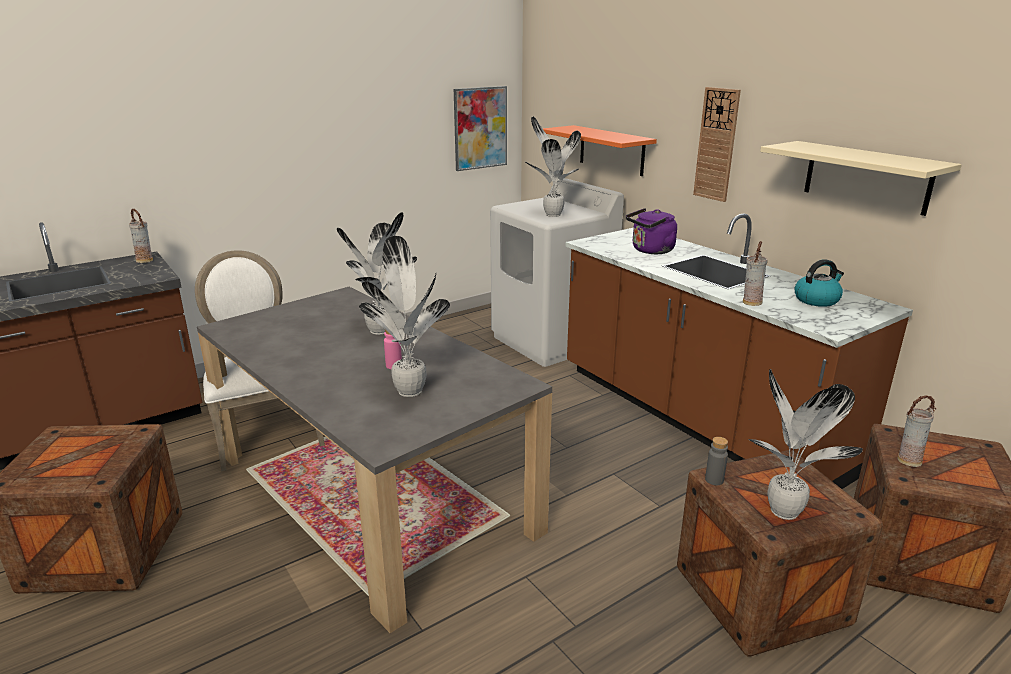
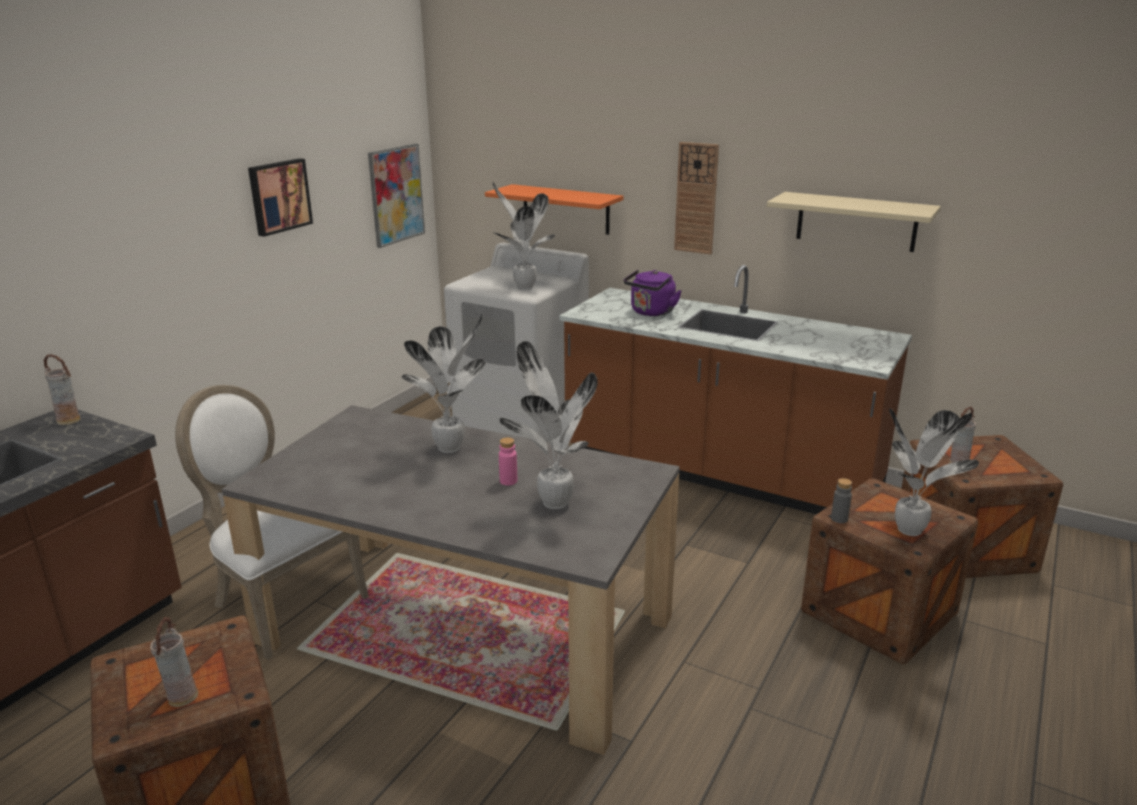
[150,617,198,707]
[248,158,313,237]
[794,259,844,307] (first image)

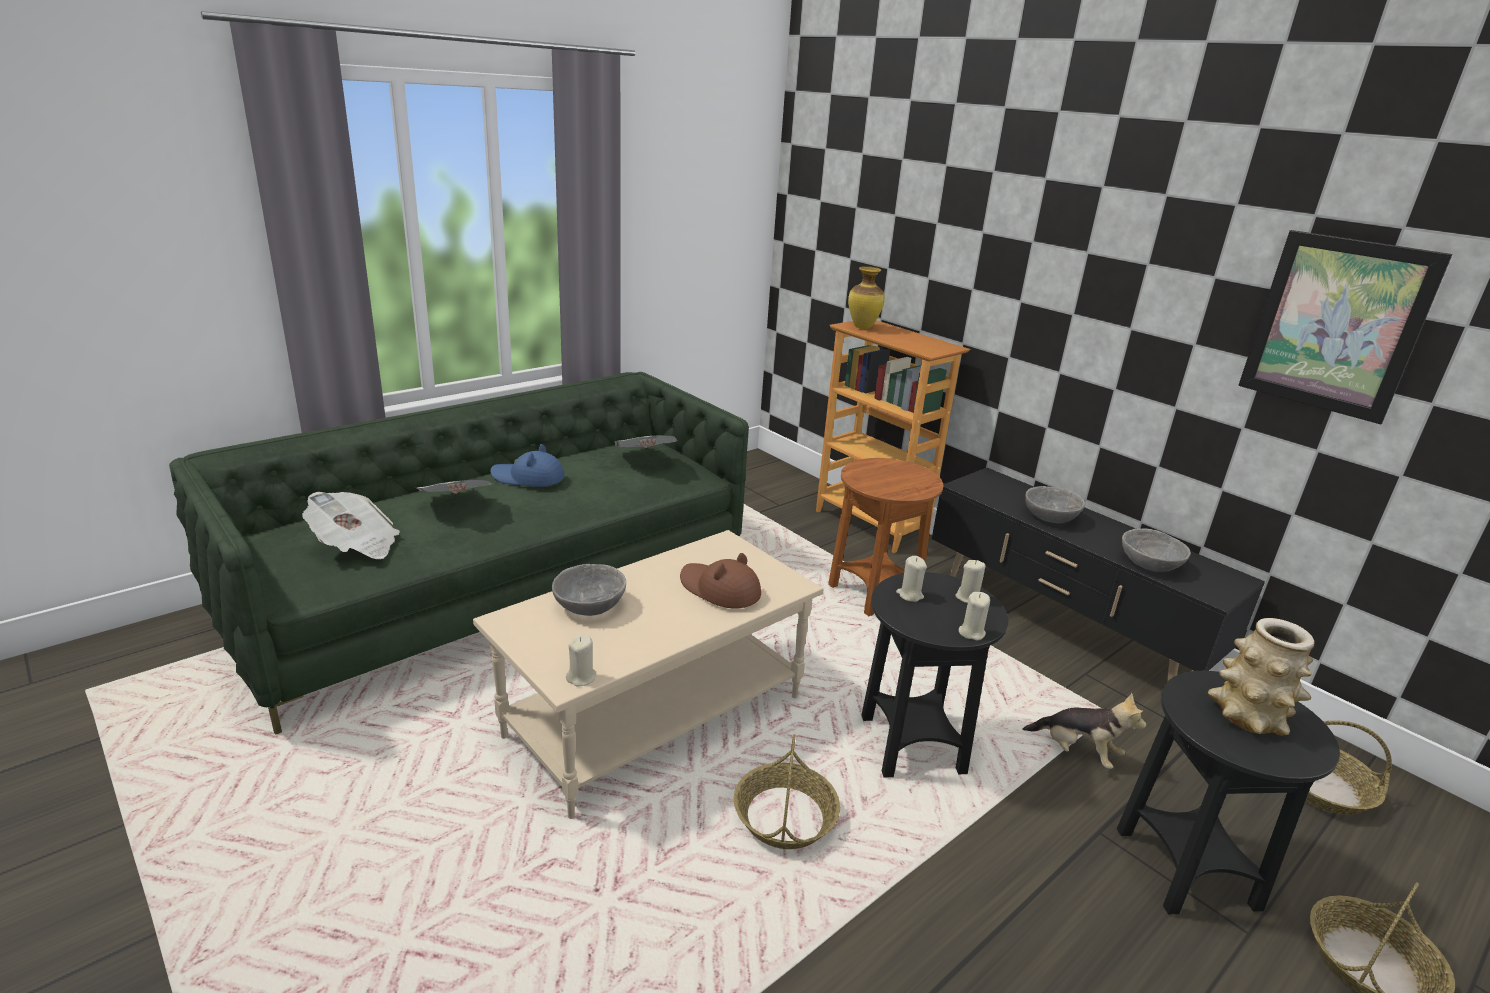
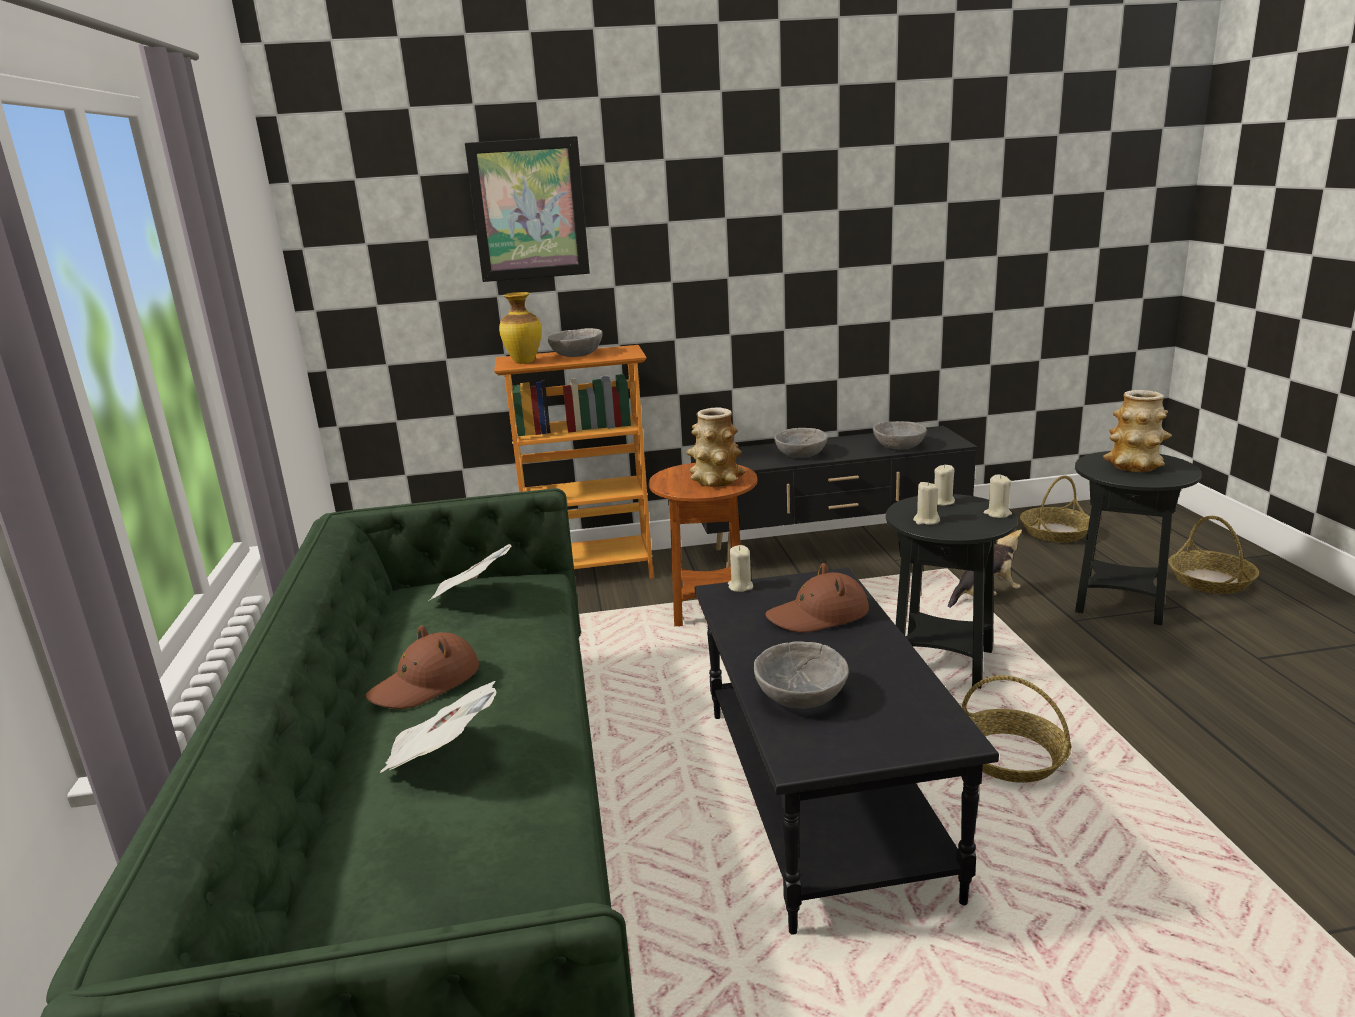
[366,625,479,709]
[465,136,590,282]
[547,328,603,357]
[686,407,745,487]
[695,567,999,935]
[728,545,753,592]
[302,492,400,559] (first image)

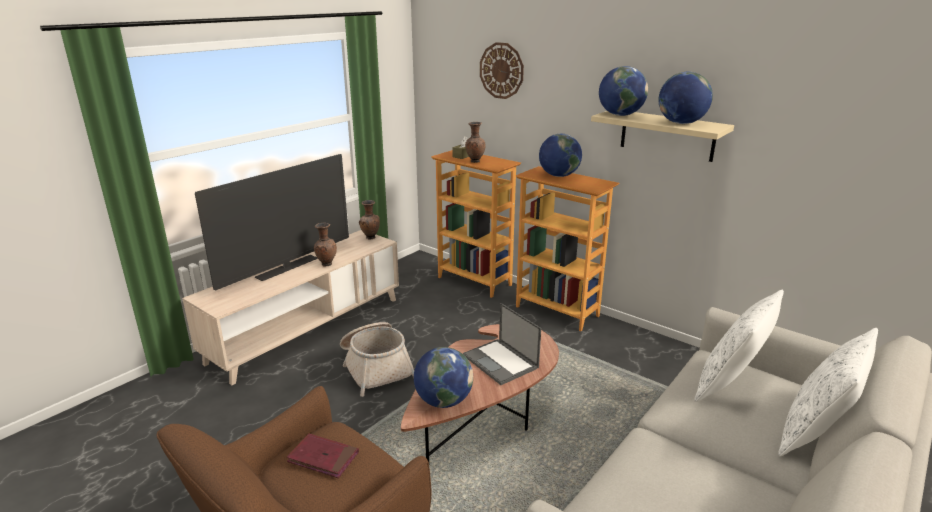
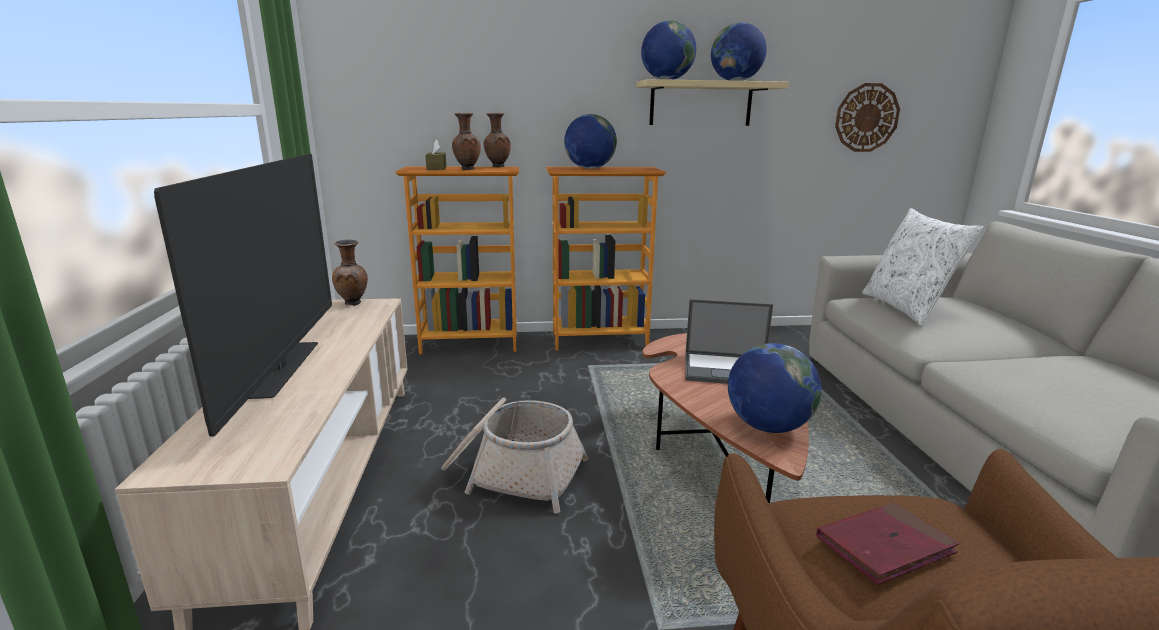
[484,113,511,168]
[835,83,900,152]
[778,328,878,456] (first image)

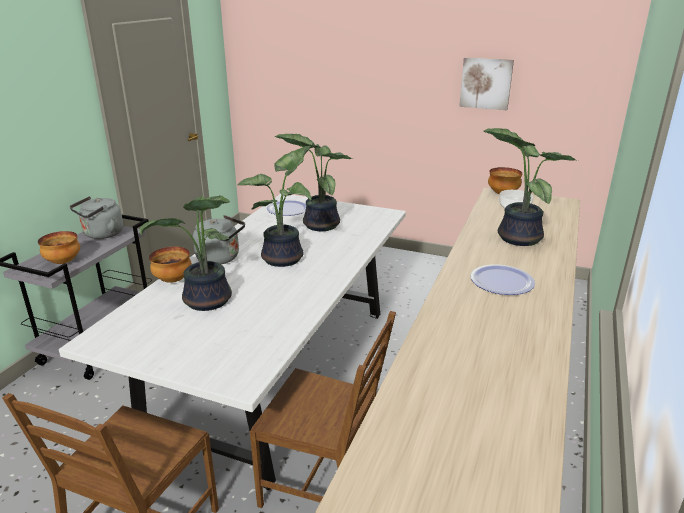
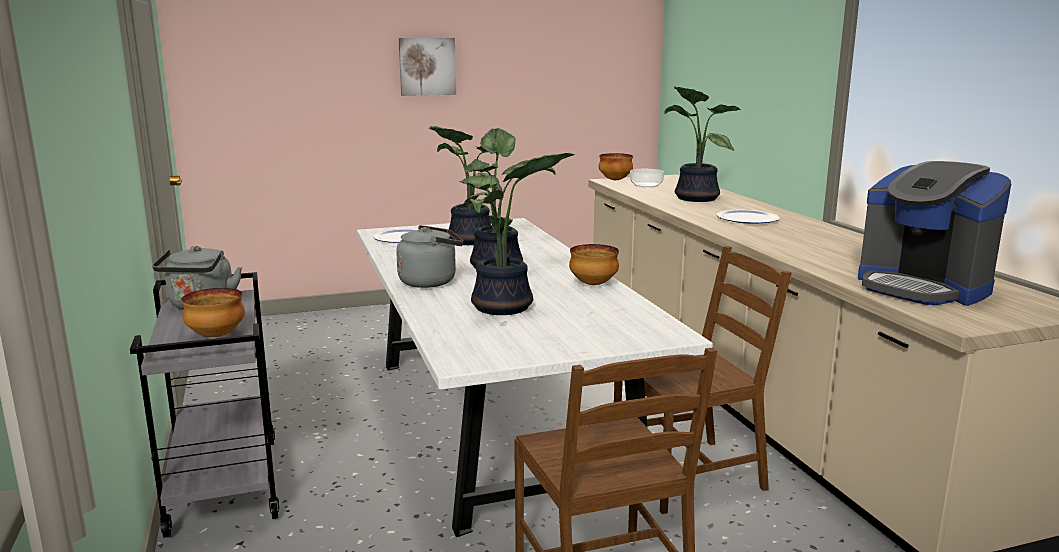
[399,38,456,96]
[569,244,619,285]
[858,161,1011,306]

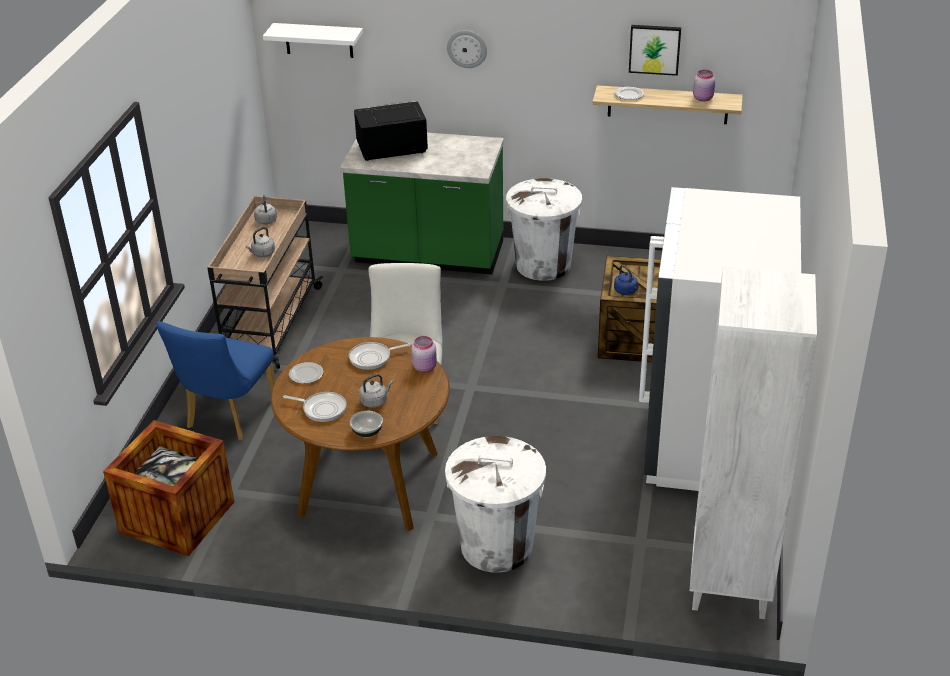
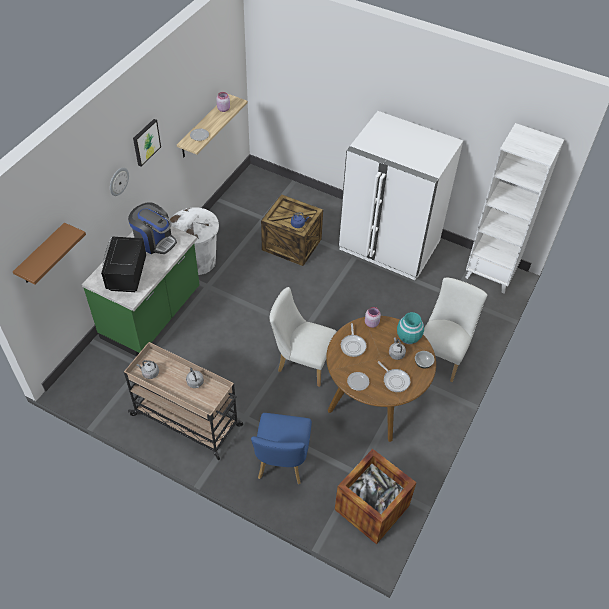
[13,223,86,284]
[128,202,177,254]
[133,119,161,166]
[251,413,312,484]
[378,361,410,392]
[397,312,424,344]
[423,278,487,382]

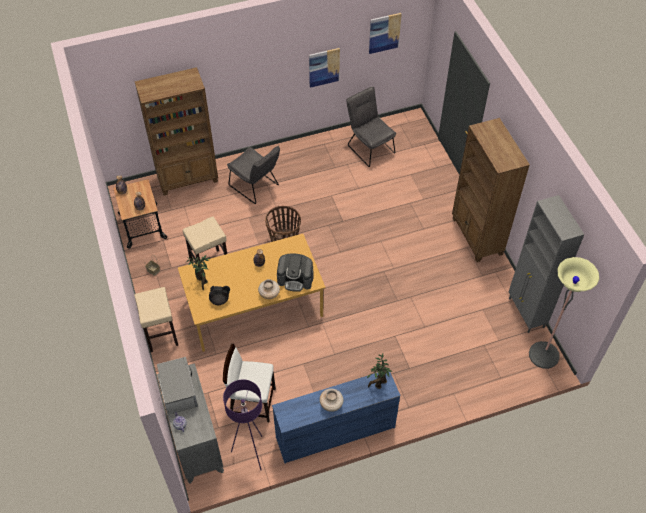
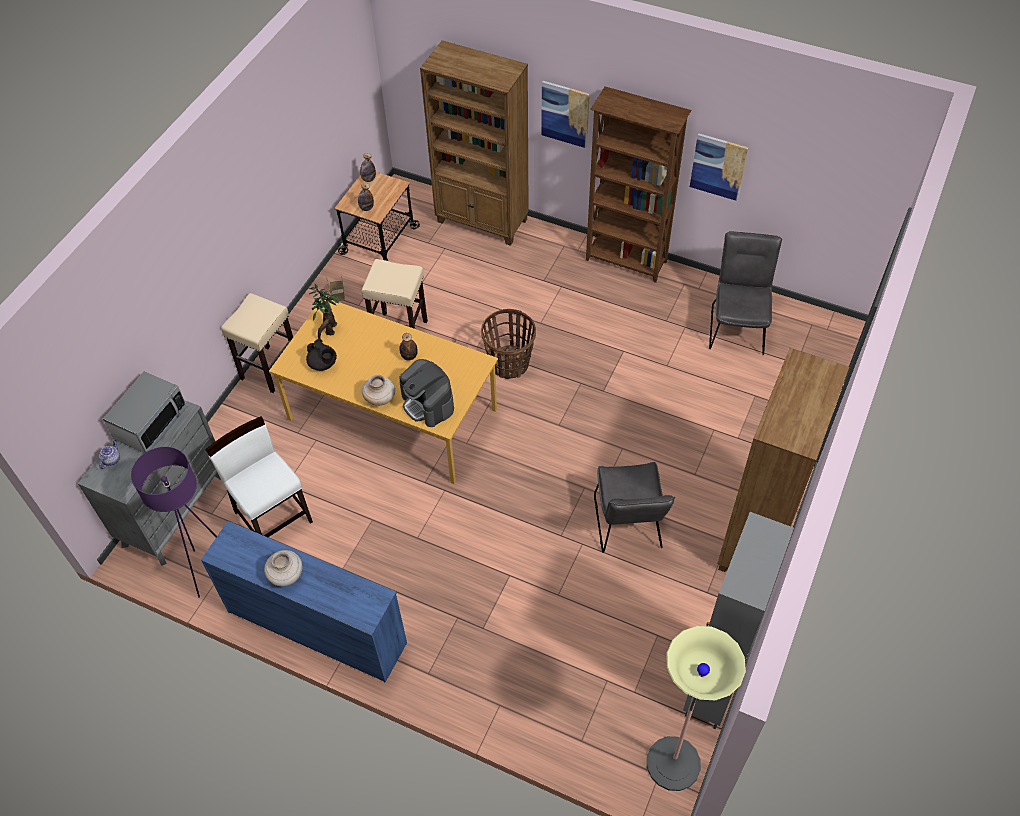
[541,81,590,148]
[586,87,691,283]
[594,462,675,553]
[367,354,392,389] (first image)

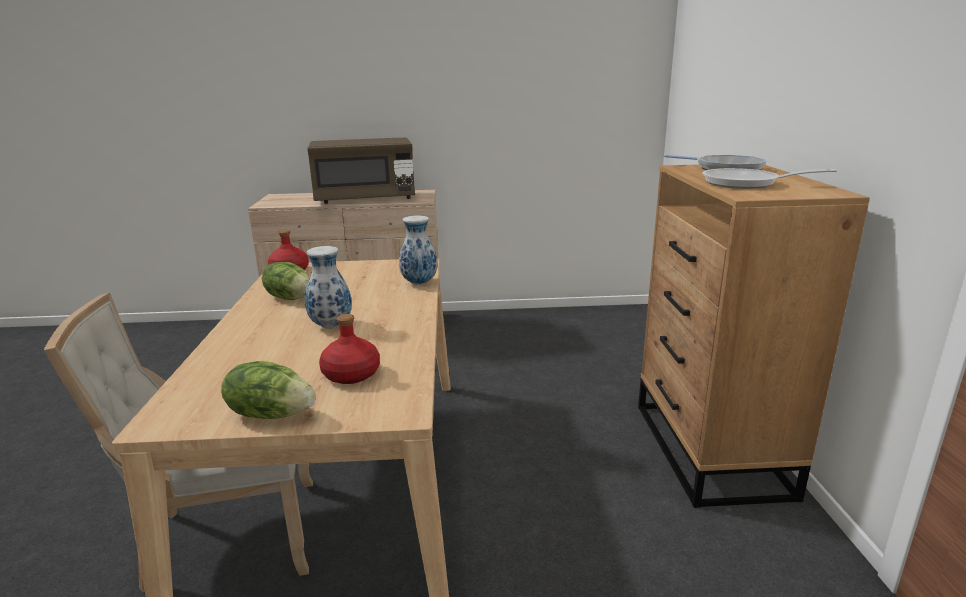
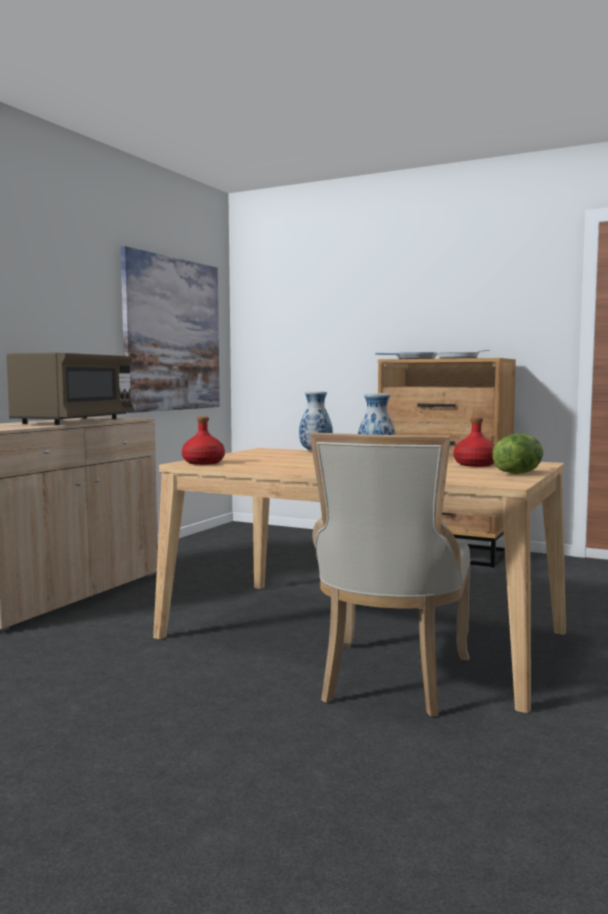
[121,246,220,413]
[262,262,310,300] (first image)

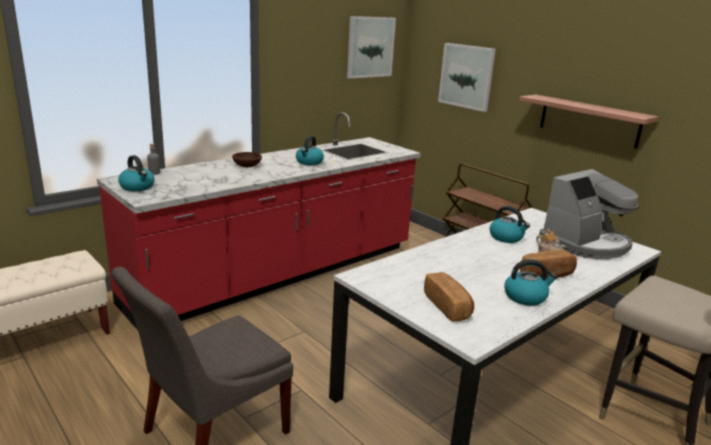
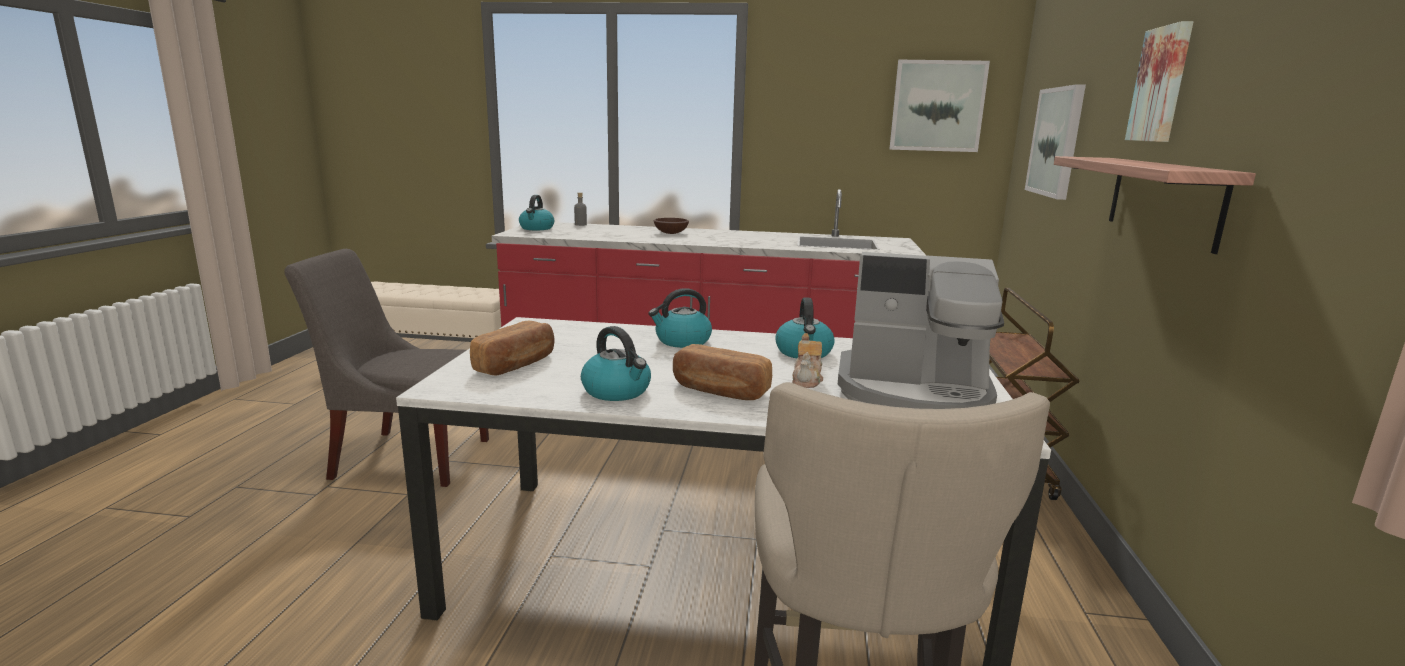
[649,288,712,348]
[1125,21,1193,142]

